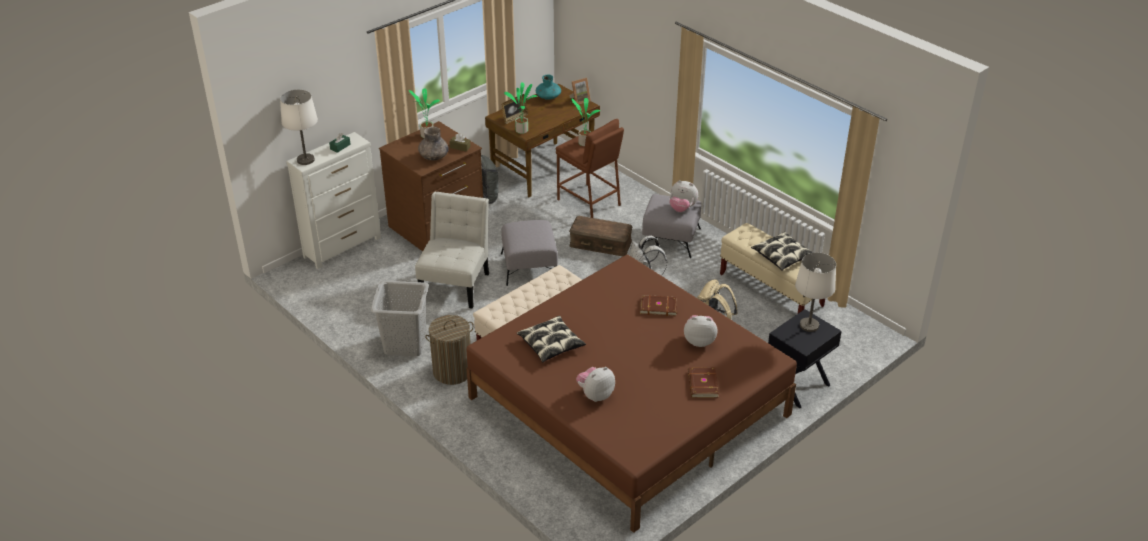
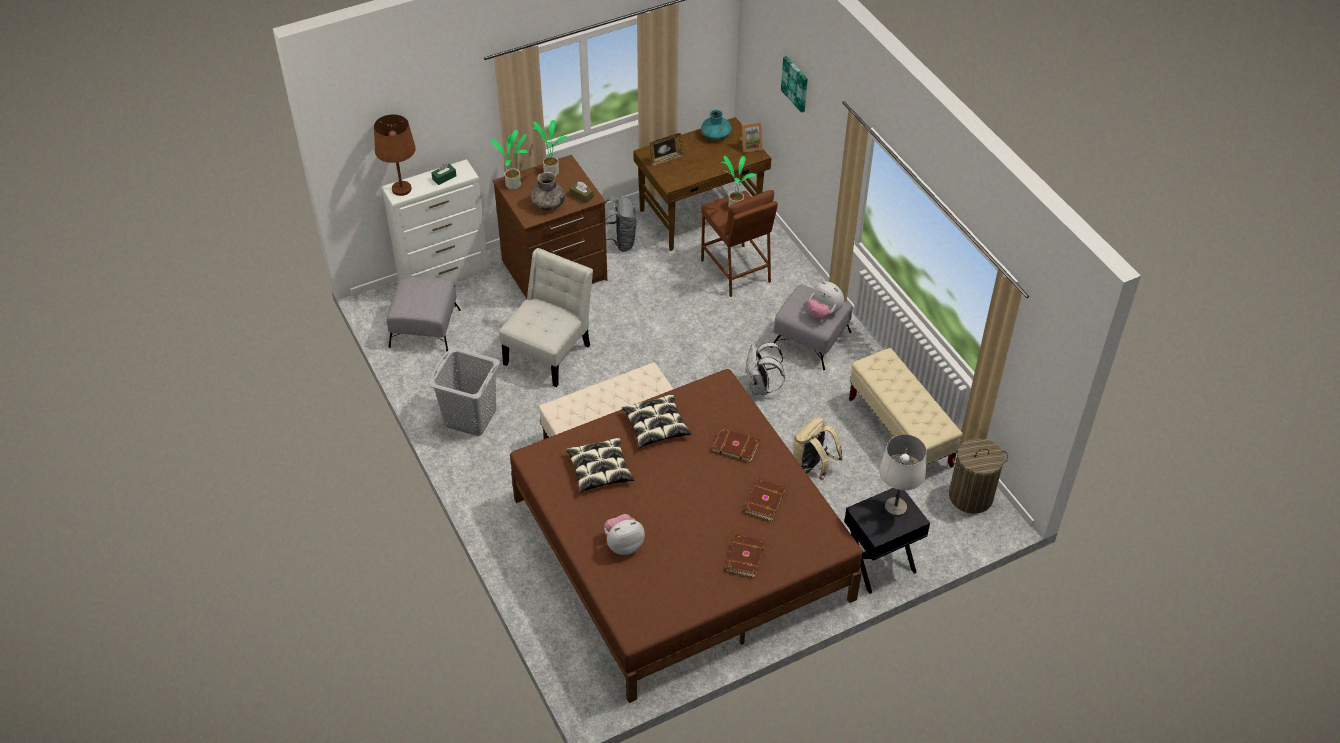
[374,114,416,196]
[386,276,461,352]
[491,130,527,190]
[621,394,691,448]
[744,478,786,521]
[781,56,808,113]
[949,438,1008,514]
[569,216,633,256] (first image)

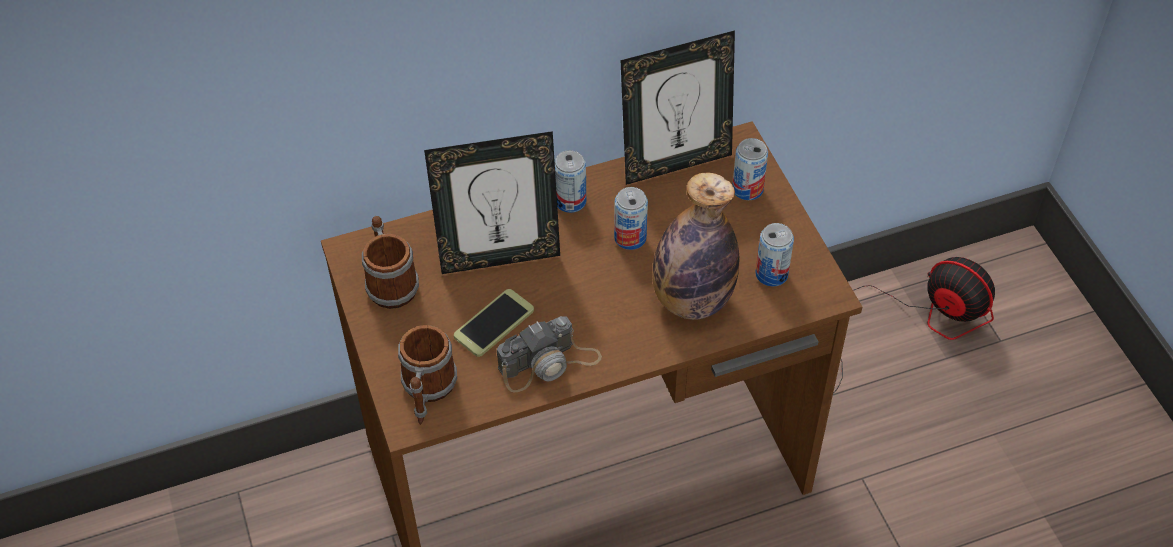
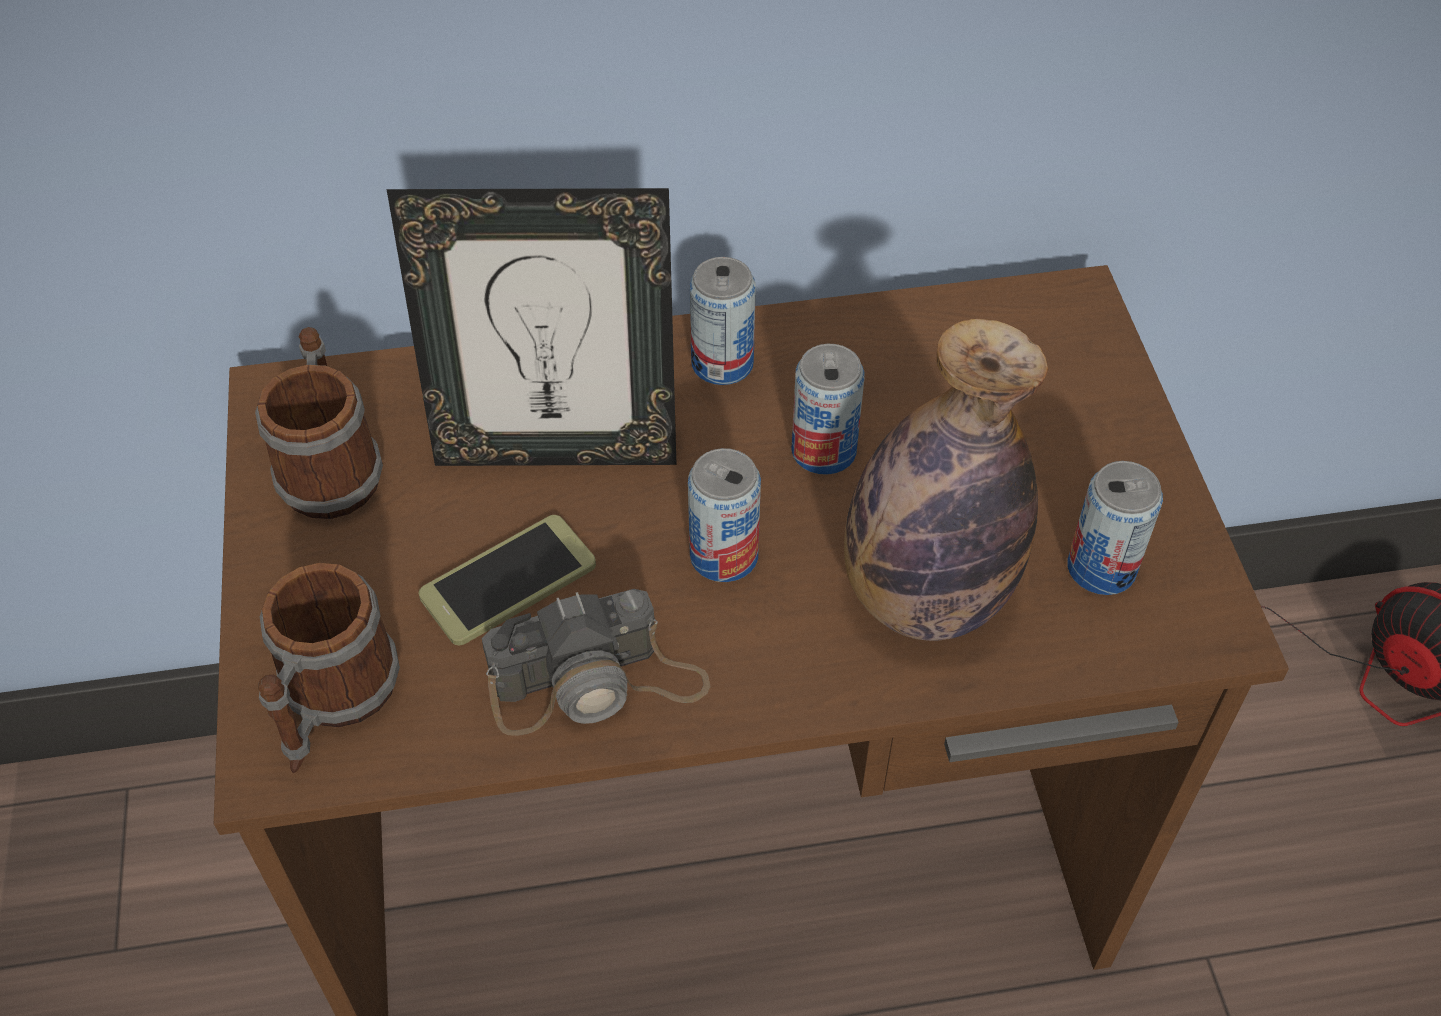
[688,448,761,582]
[620,30,735,185] (first image)

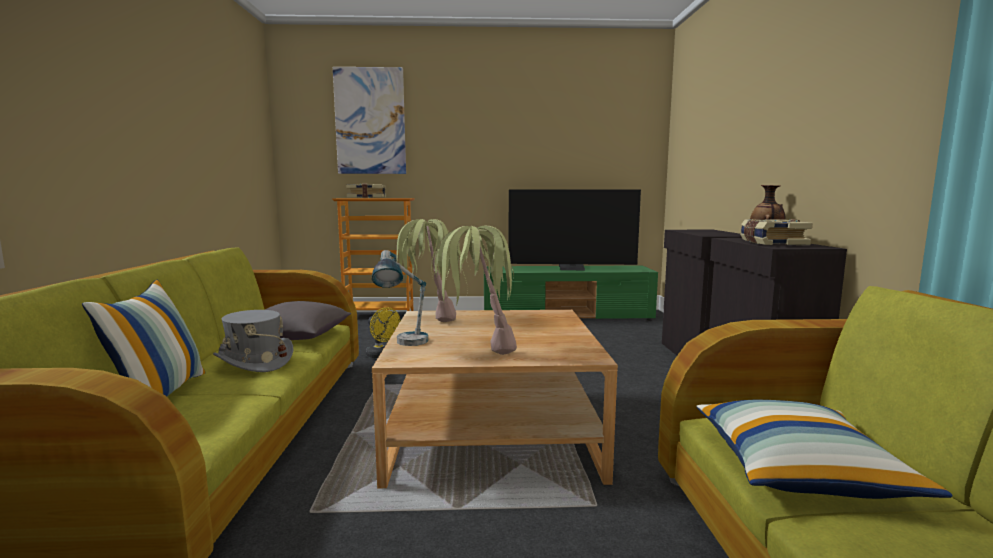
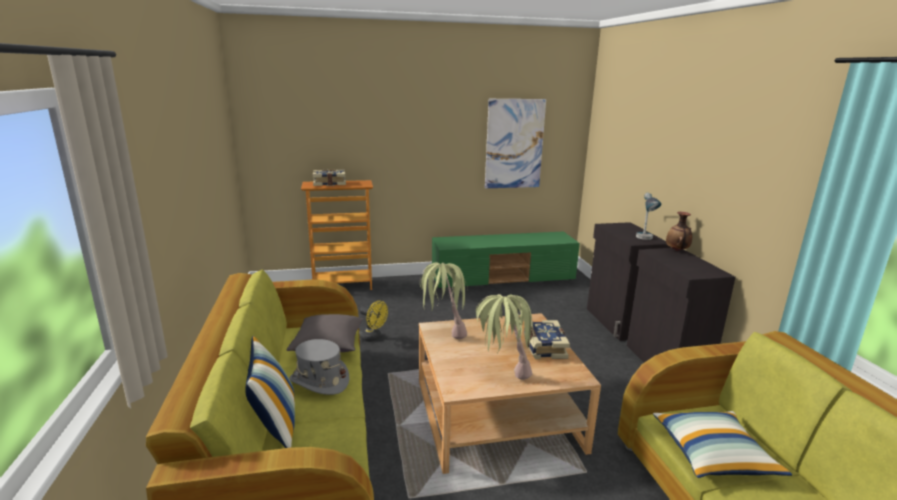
[485,99,546,188]
[524,320,570,359]
[636,192,662,240]
[508,190,641,270] (first image)

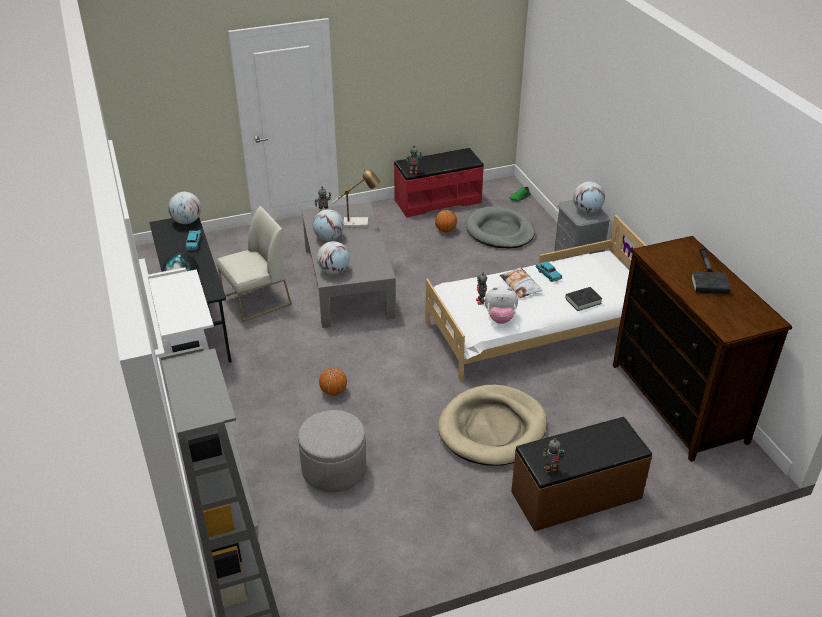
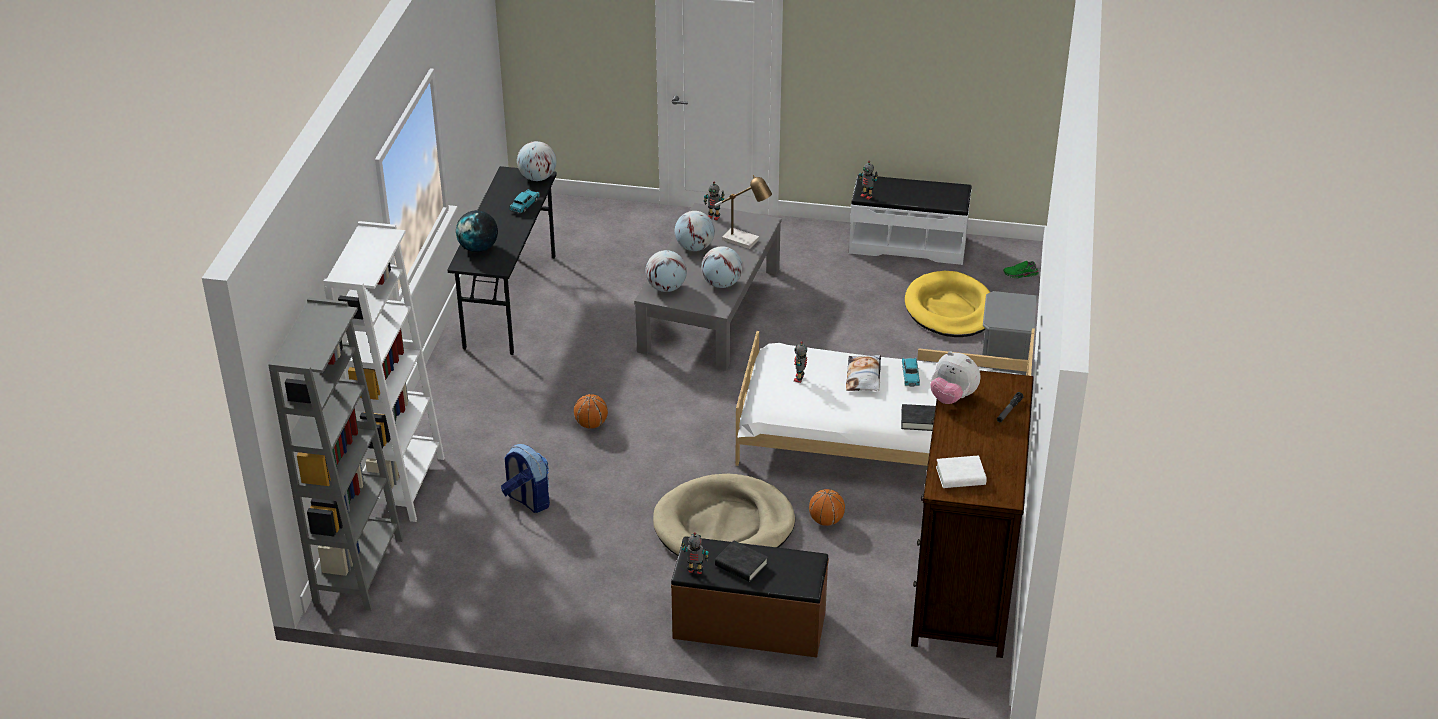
[501,444,550,513]
[701,246,743,288]
[715,541,768,582]
[809,489,845,526]
[849,174,972,265]
[905,271,990,337]
[930,351,980,404]
[936,455,987,488]
[216,206,292,322] (first image)

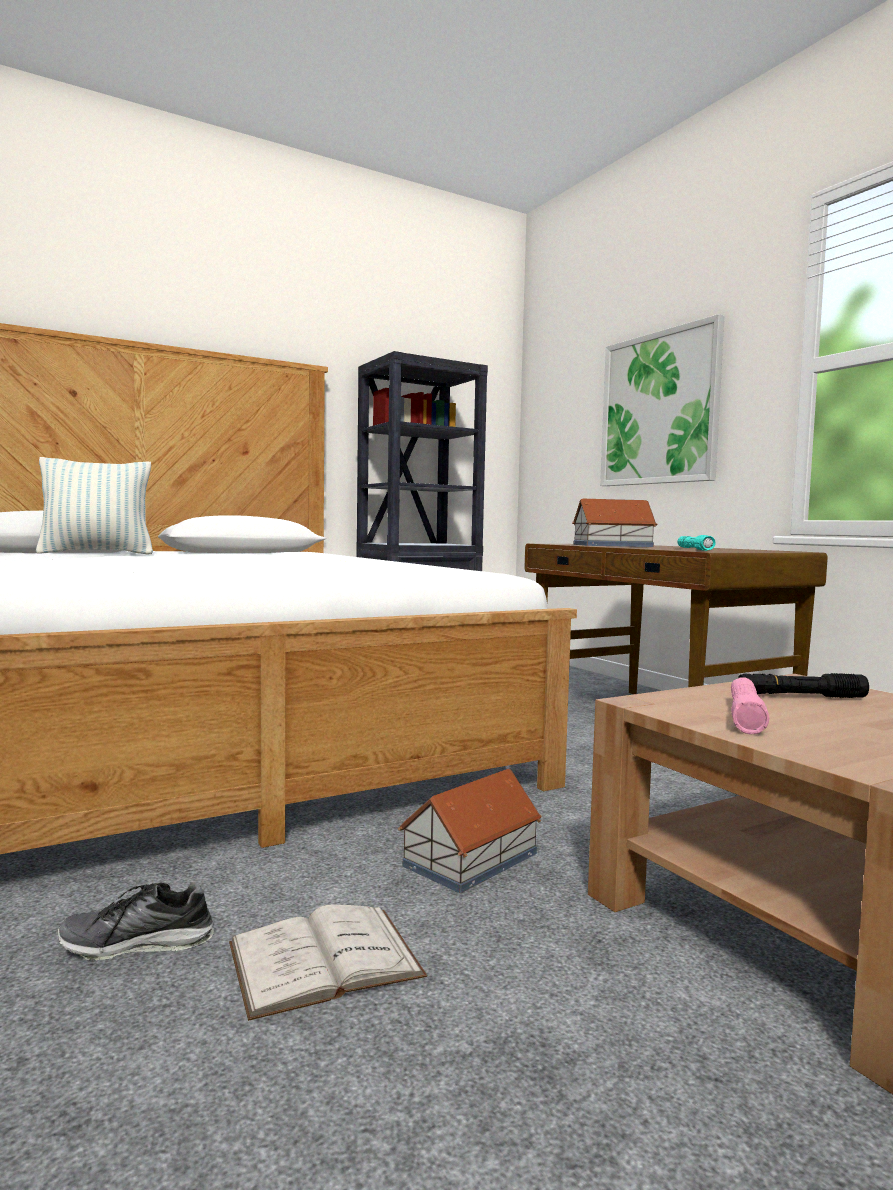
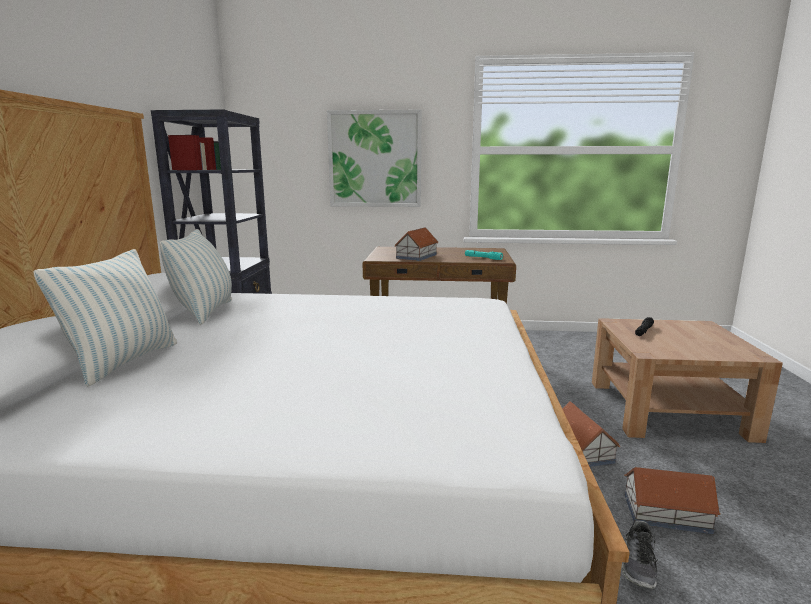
[160,229,232,325]
[624,467,721,534]
[731,678,769,734] (first image)

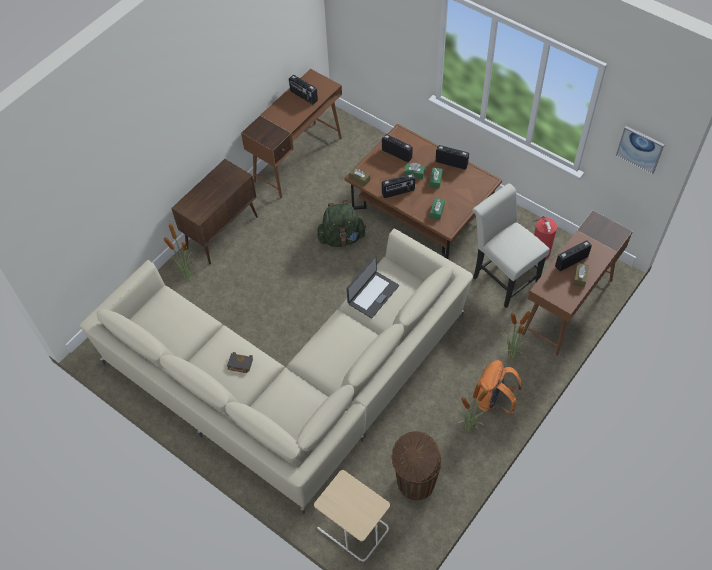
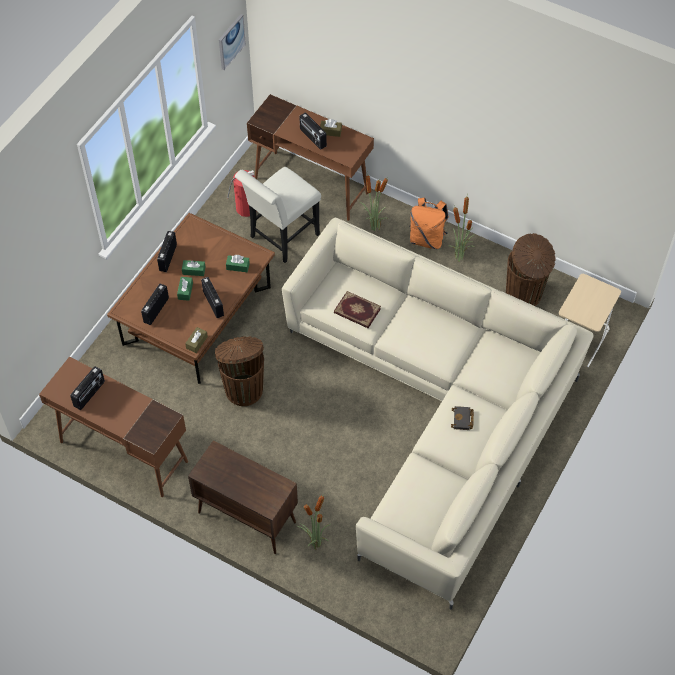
[215,336,264,406]
[334,291,381,328]

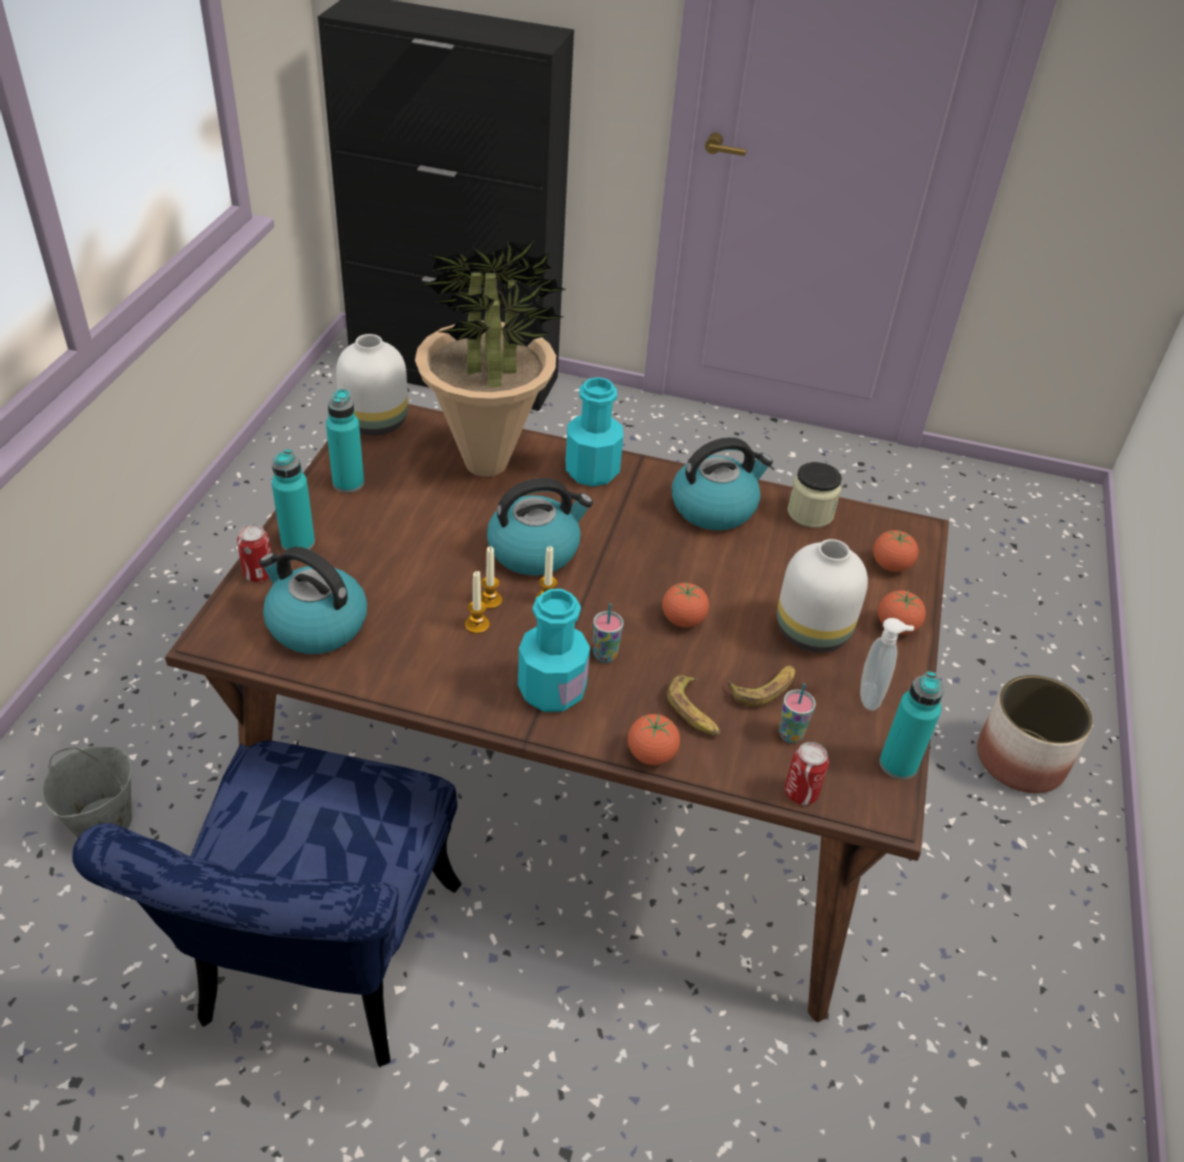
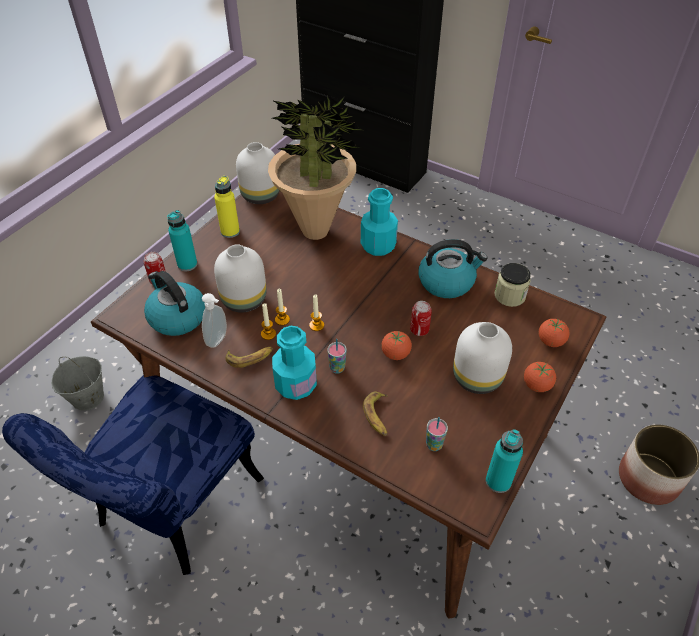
[202,293,227,348]
[214,176,240,238]
[214,244,267,313]
[225,347,273,368]
[410,301,432,336]
[487,478,593,576] (first image)
[628,714,680,765] (first image)

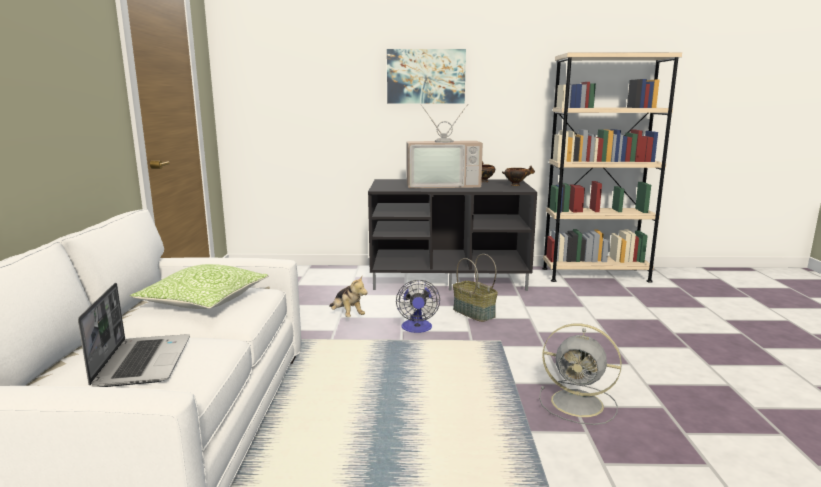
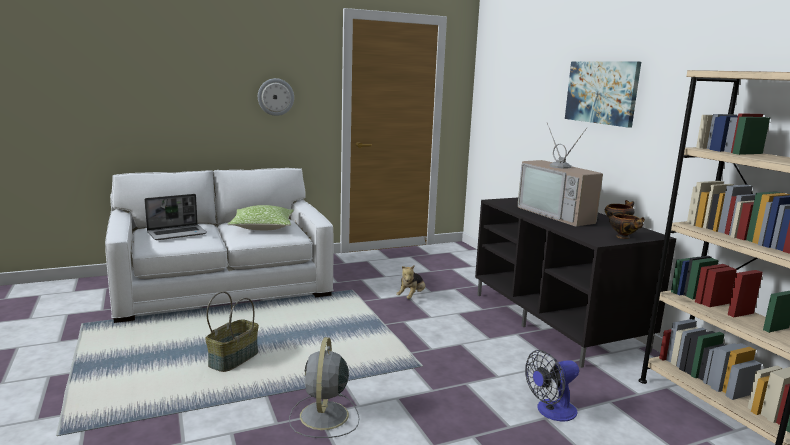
[205,291,259,372]
[258,78,294,116]
[525,350,579,421]

